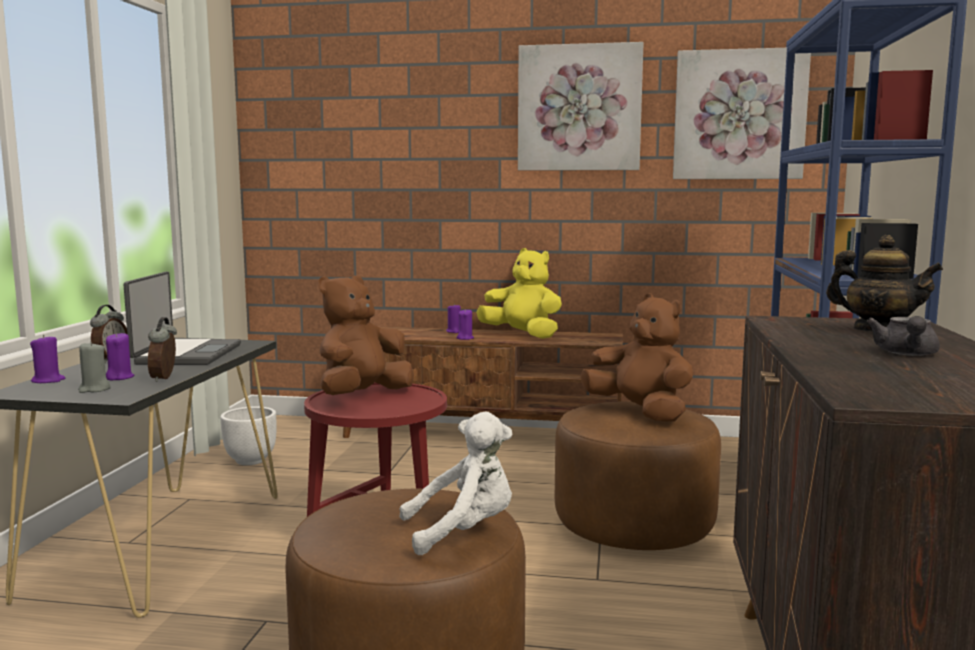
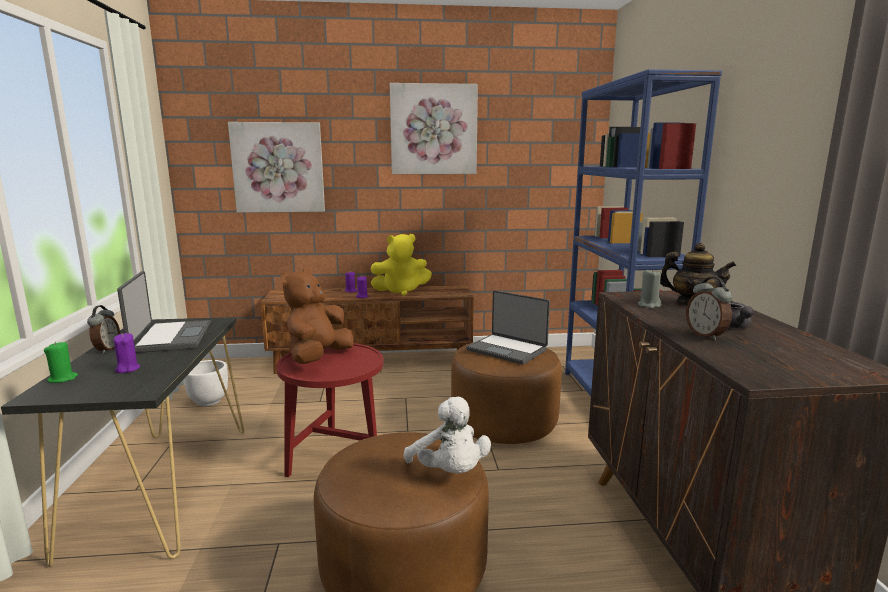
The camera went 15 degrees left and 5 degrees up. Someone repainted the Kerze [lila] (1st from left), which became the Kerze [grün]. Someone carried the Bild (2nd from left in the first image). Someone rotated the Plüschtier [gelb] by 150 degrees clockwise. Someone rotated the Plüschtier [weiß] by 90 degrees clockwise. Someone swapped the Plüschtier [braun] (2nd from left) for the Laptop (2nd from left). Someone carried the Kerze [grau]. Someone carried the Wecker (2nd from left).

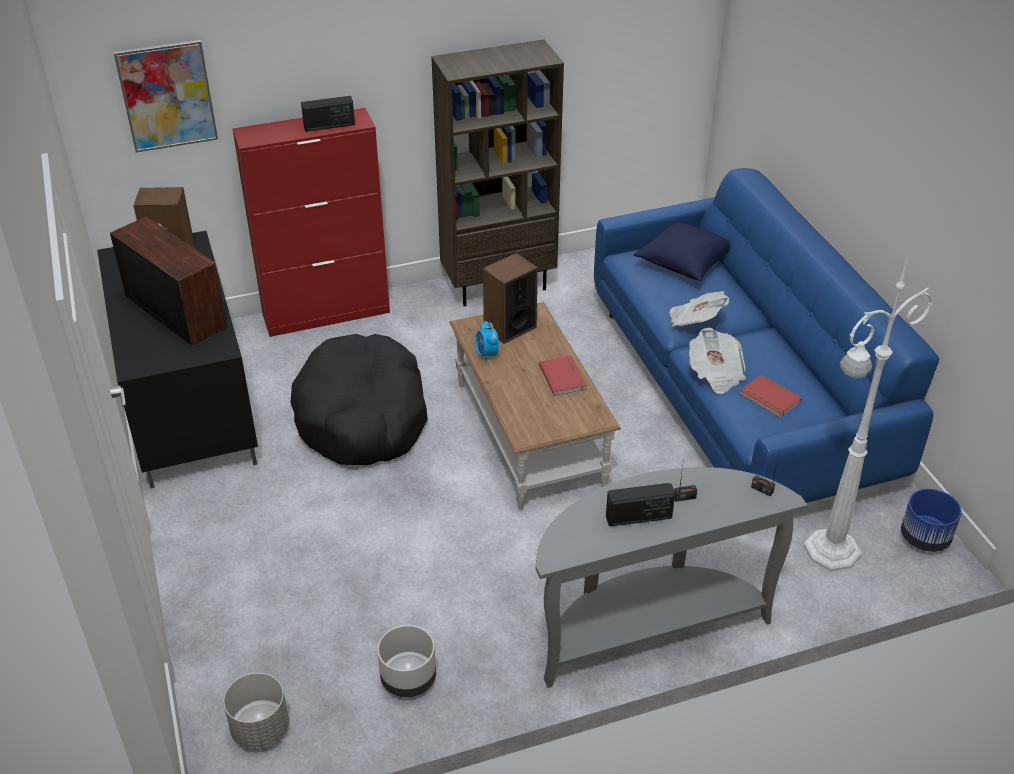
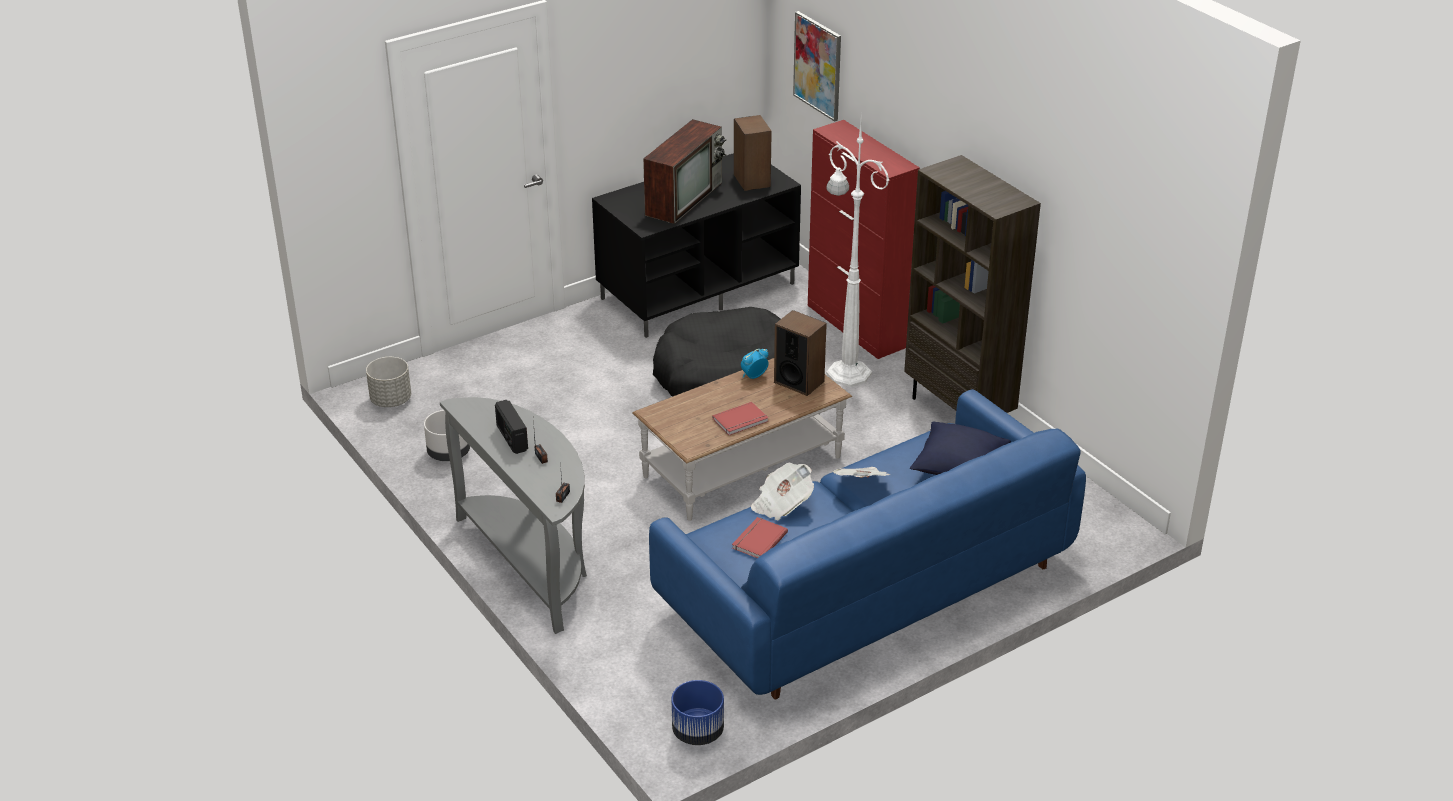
The camera went 75 degrees right and 5 degrees down. Someone carried the Stehlampe [weiß]. Someone took away the Radio (1st from left).

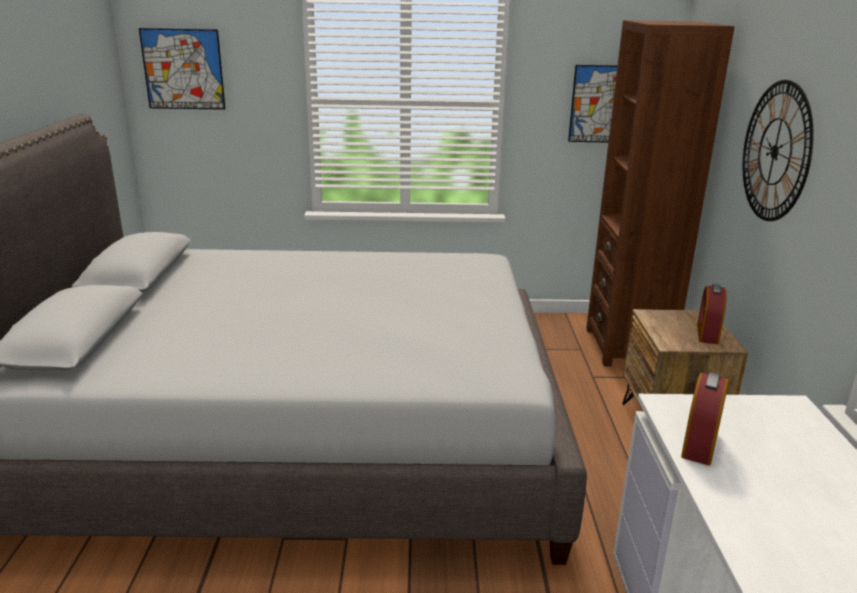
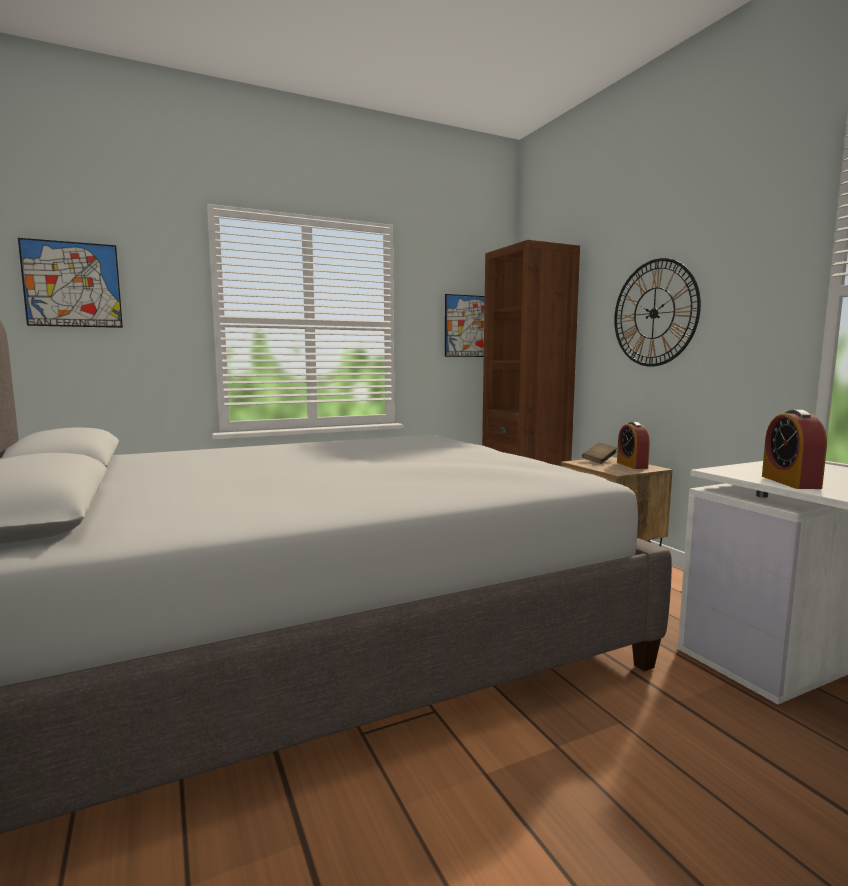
The camera went 25 degrees left and 15 degrees down. Someone put down the Buch [braun].

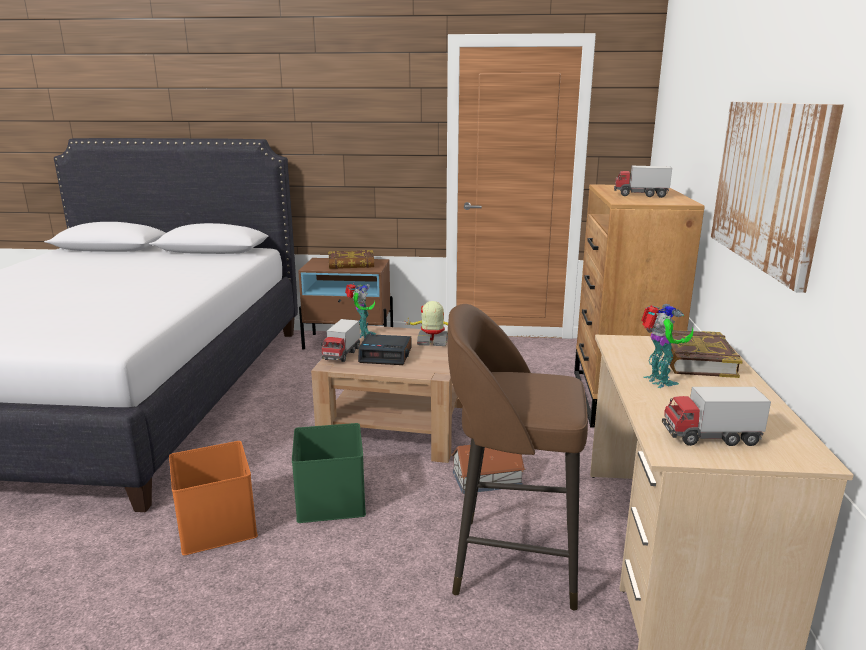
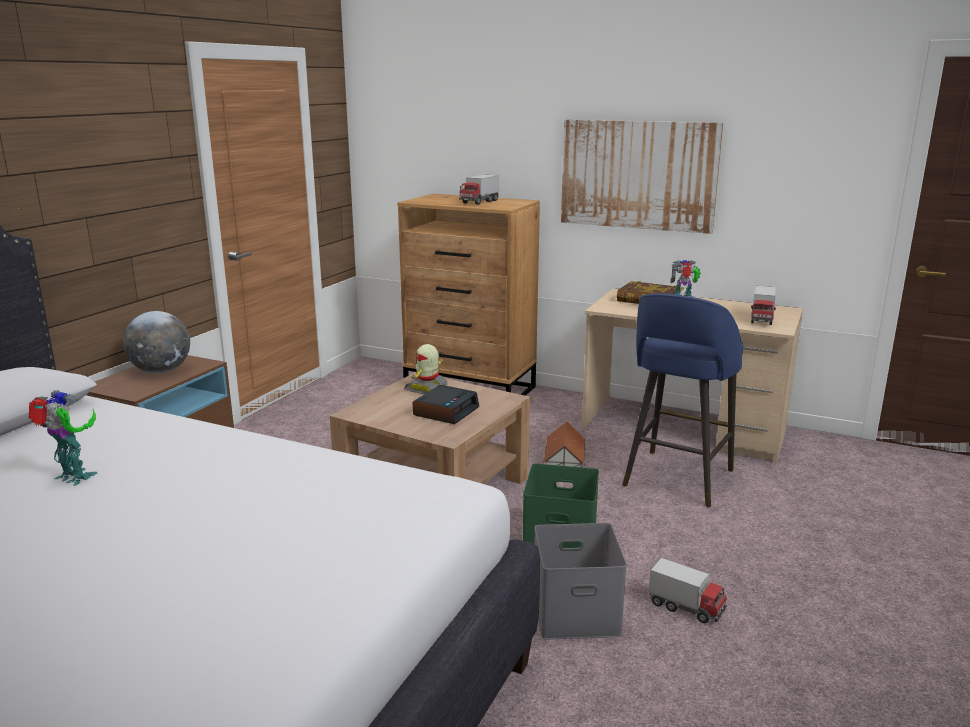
The camera went 70 degrees left and 0 degrees up. Someone carried the Spielzeugroboter (1st from left). Someone swapped the Buch (1st from left) for the Globus. Someone repainted the Aufbewahrungsbox [orange], which became the Aufbewahrungsbox [grau]. Someone repainted the Hocker [braun], which became the Hocker [blau]. Someone carried the Spielzeuglaster (1st from left in the first image).

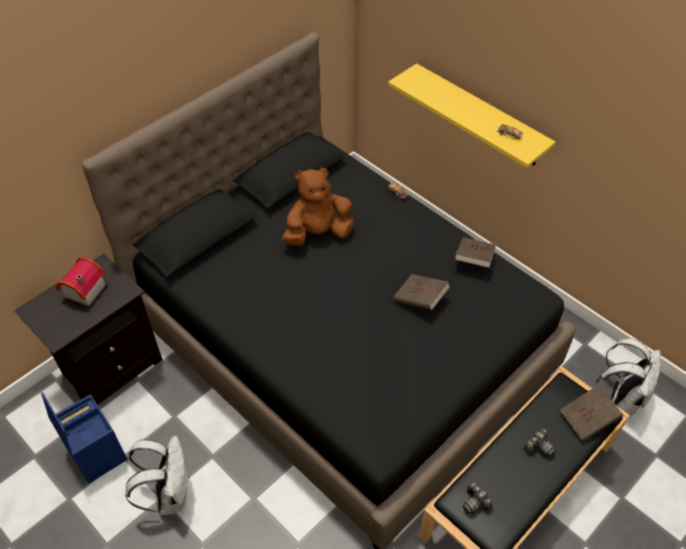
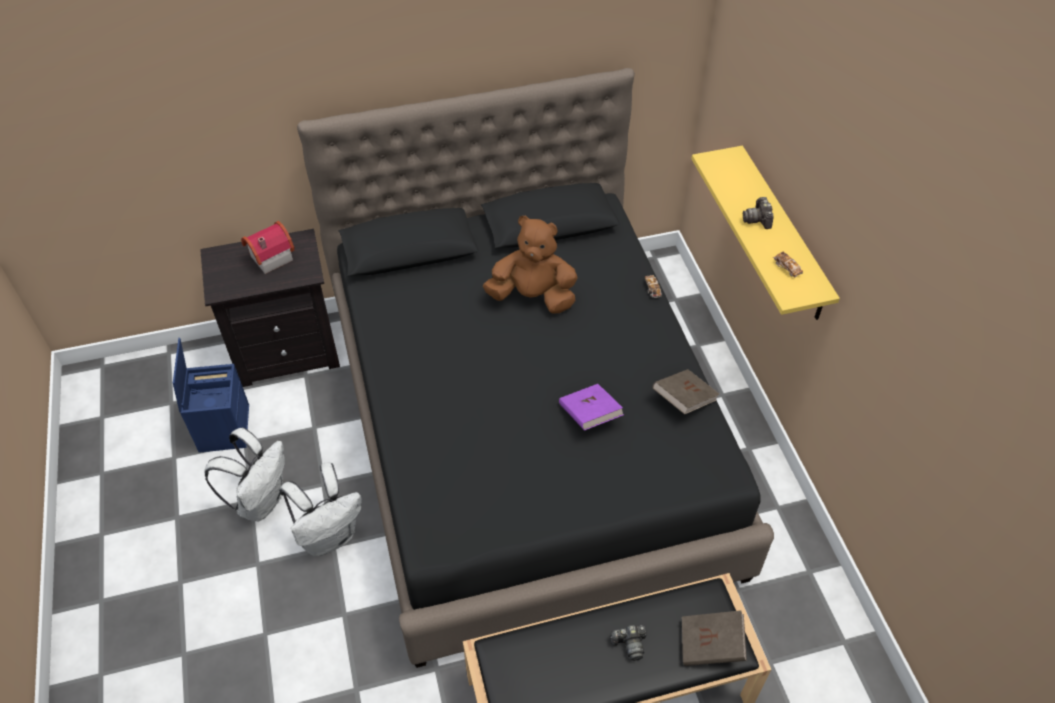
The camera went 30 degrees right and 0 degrees up. Someone carried the Rucksack [weiß] (2nd from left). Someone repainted the Buch [braun] (1st from left), which became the Buch [lila]. Someone carried the Kamera (1st from left in the first image).

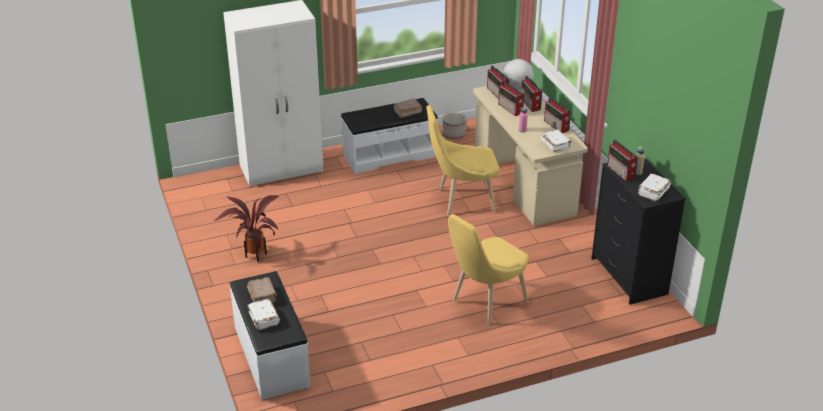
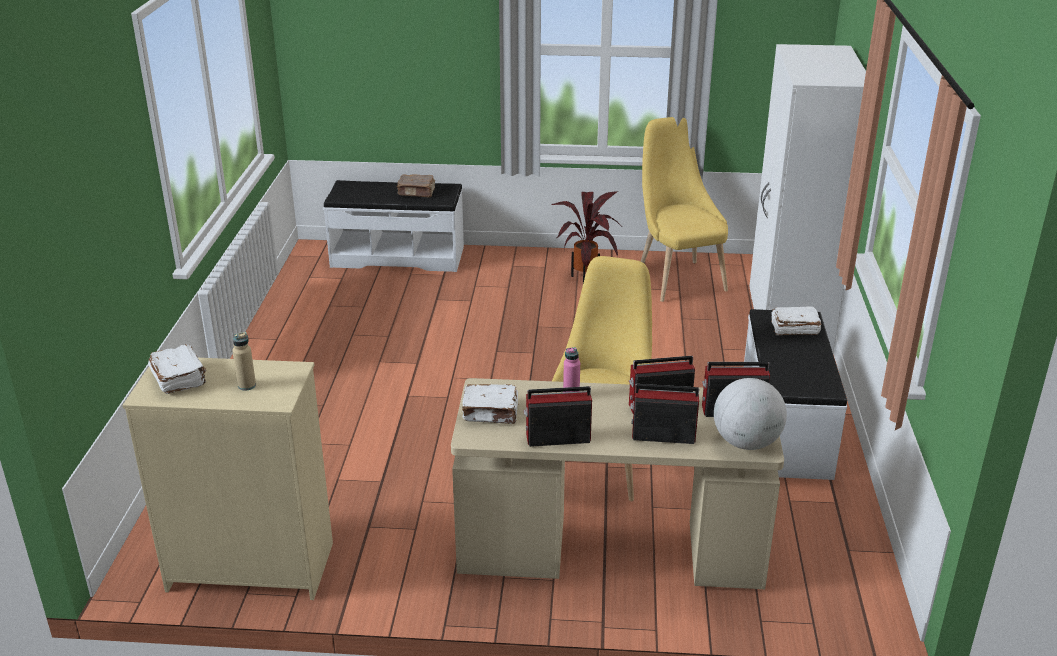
The camera went 115 degrees right and 5 degrees down. Someone repainted the Kommode [schwarz], which became the Kommode [beige]. Someone carried the Stuhl [gelb] (2nd from left). Someone carried the Buch [weiß] (1st from left in the first image). Someone took away the Buch [braun] (2nd from left). Someone took away the Pflanzkübel. Someone took away the Radio (5th from left).

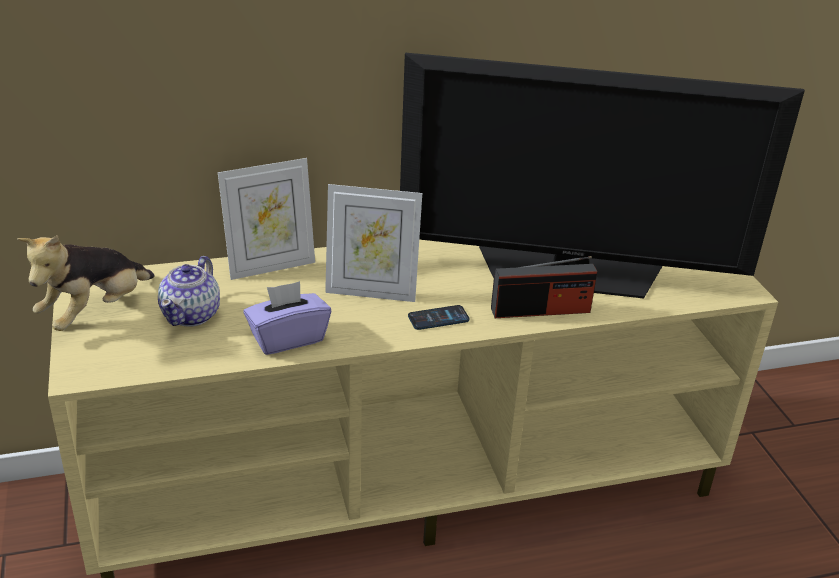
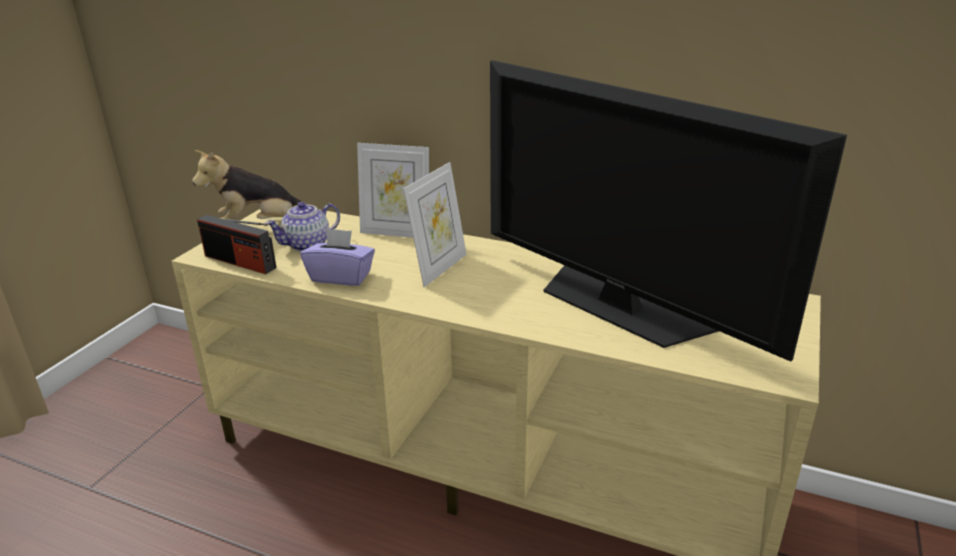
The camera went 40 degrees right and 5 degrees down. Someone carried the Radio. Someone rotated the Bilderrahmen (2nd from left) by 105 degrees counterclockwise. Someone took away the Handy.

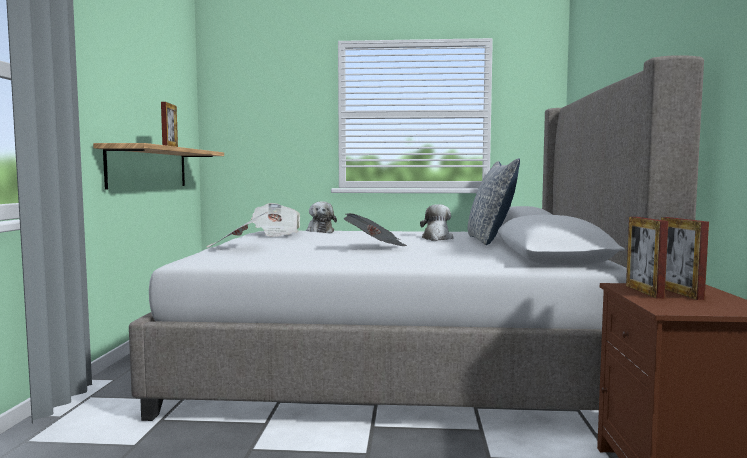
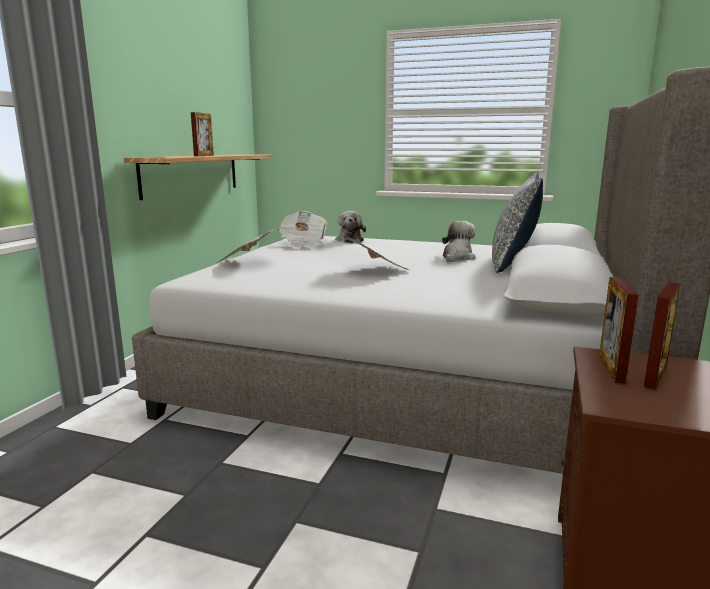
The camera went 15 degrees right and 10 degrees up. Someone rotated the Bilderrahmen (3rd from left) by 150 degrees counterclockwise.

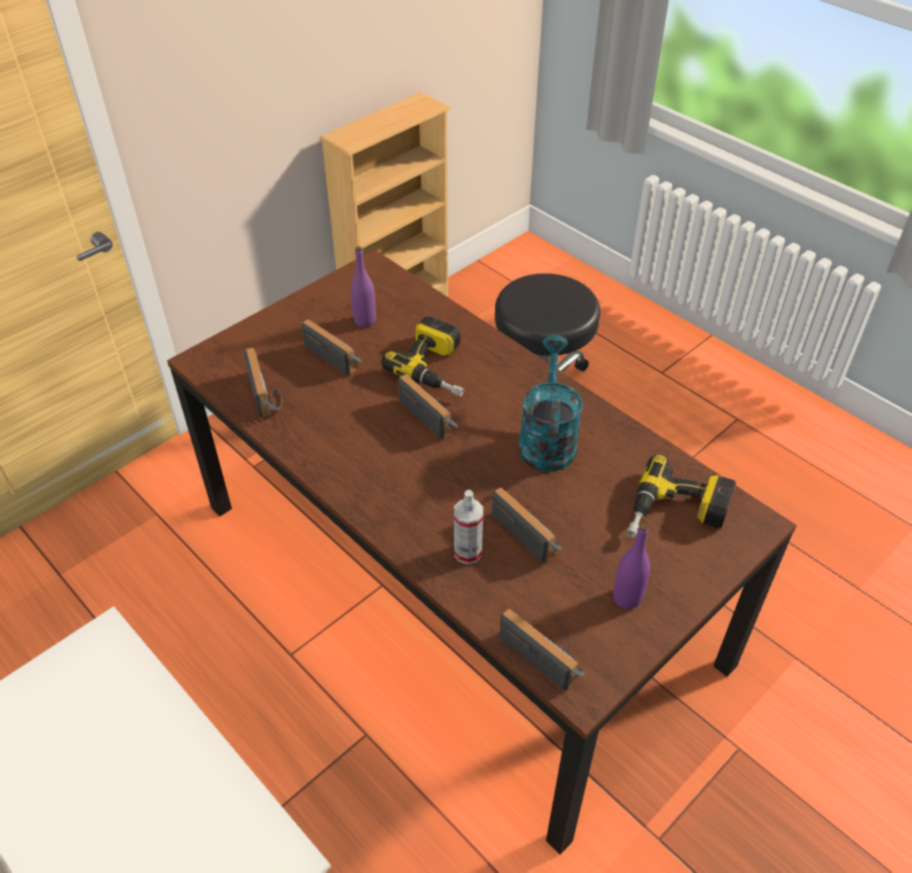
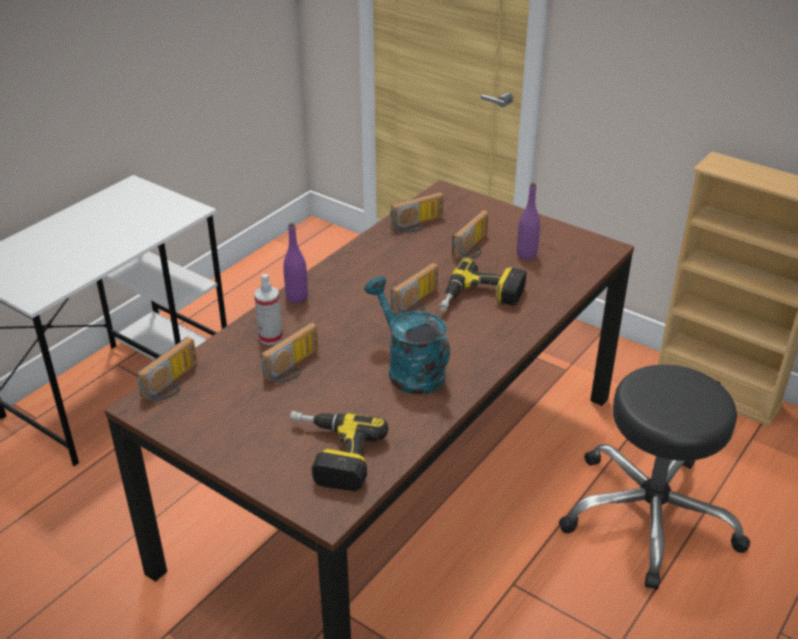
The camera went 80 degrees right and 10 degrees down. Someone carried the Flasche [lila] (2nd from left in the first image). Someone rotated the Gießkanne [türkis] by 120 degrees counterclockwise.

